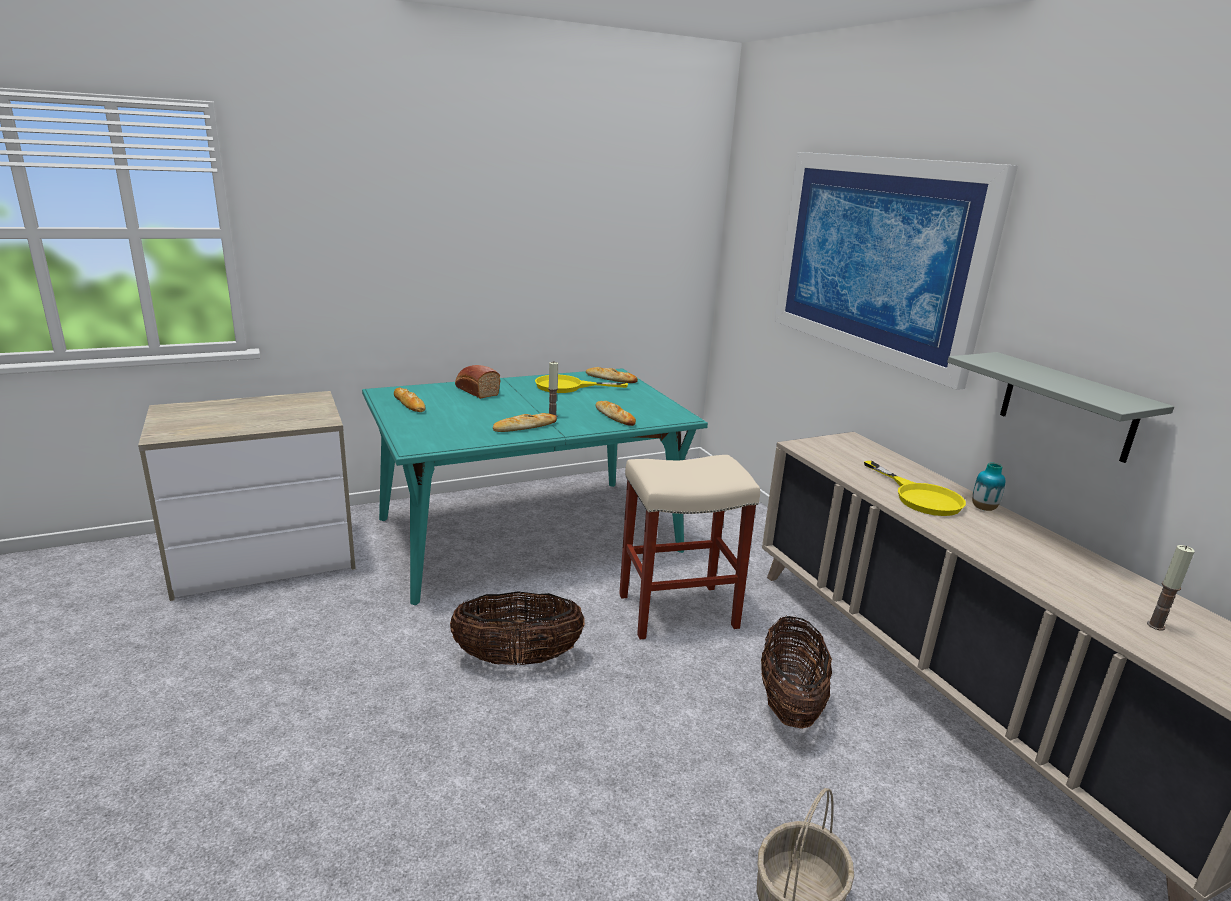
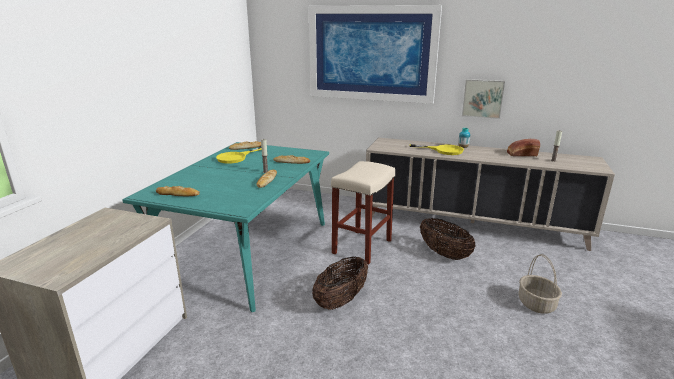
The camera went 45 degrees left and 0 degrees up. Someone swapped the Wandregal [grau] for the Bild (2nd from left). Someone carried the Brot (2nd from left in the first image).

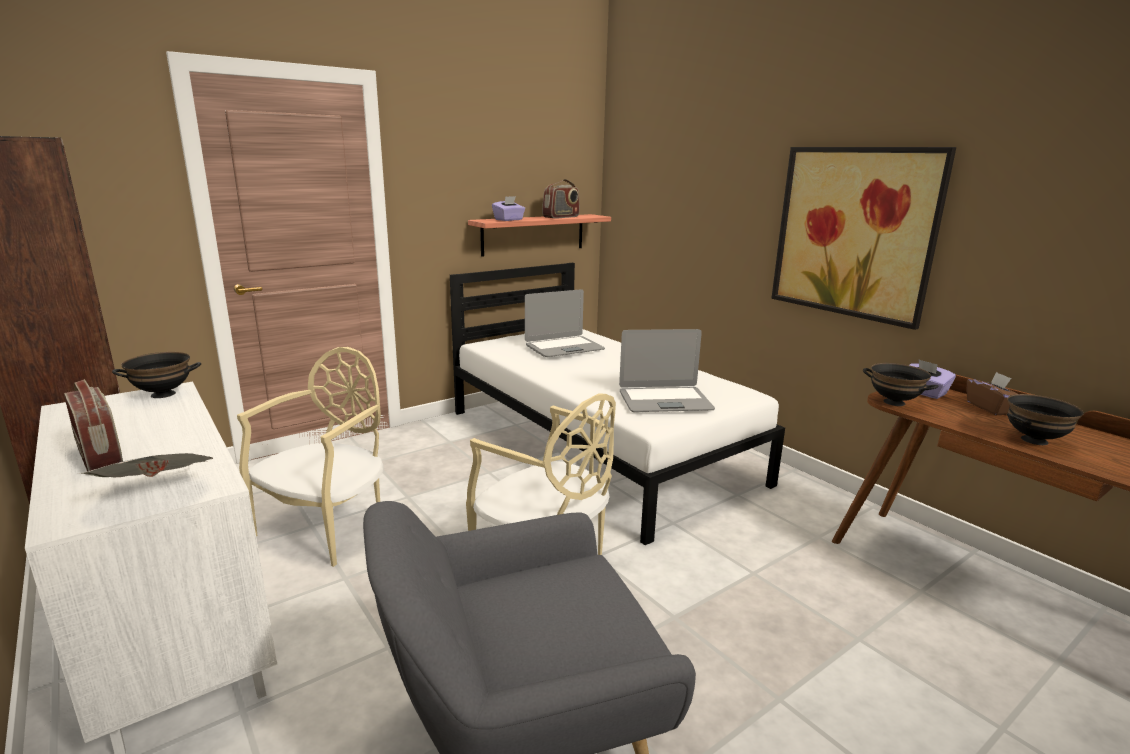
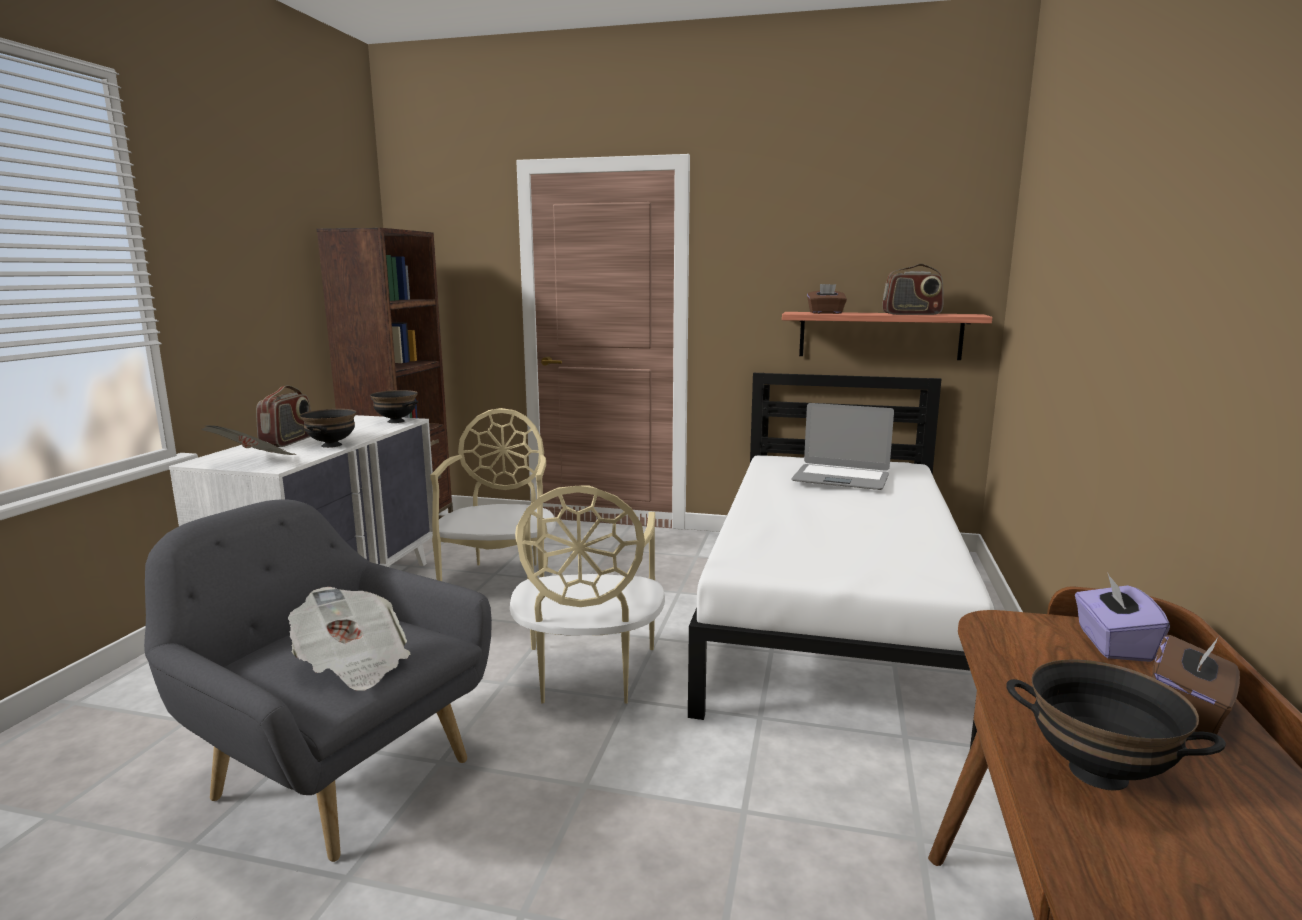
The camera went 50 degrees right and 5 degrees down. Someone put down the Zeitung (2nd from left). Someone carried the Schüssel [schwarz] (2nd from left in the first image). Someone rotated the Stuhl [beige] (1st from left) by 75 degrees counterclockwise. Someone repainted the Taschentuchbox [lila] (1st from left), which became the Taschentuchbox [braun] (1st from left). Someone took away the Laptop (2nd from left). Someone took away the Bild.

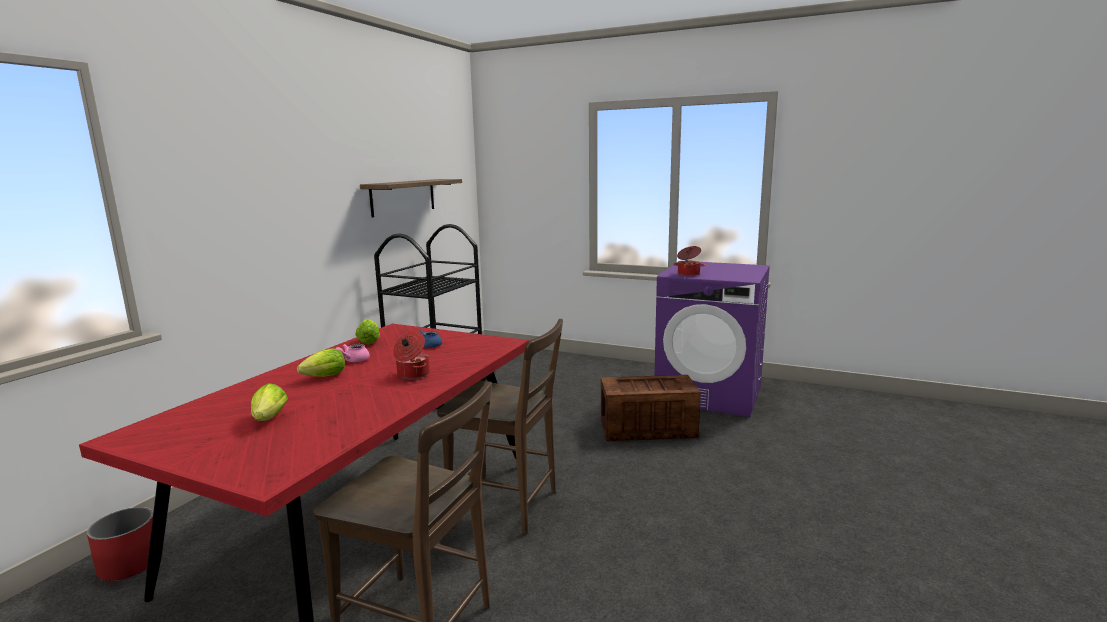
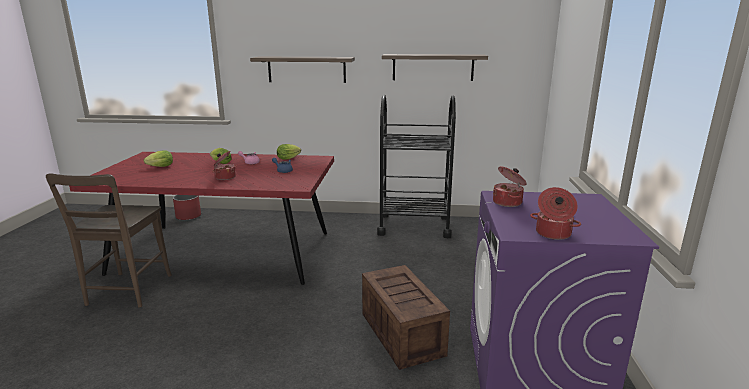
The camera went 70 degrees right and 5 degrees up. Someone put up the Wandregal (1st from left). Someone put down the Kochtopf (3rd from left). Someone took away the Stuhl [braun] (2nd from left).

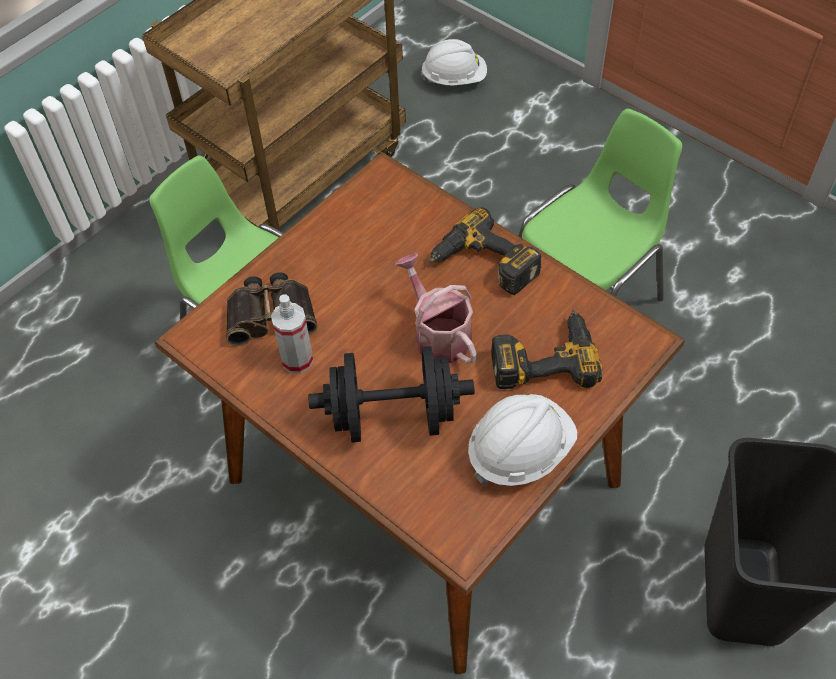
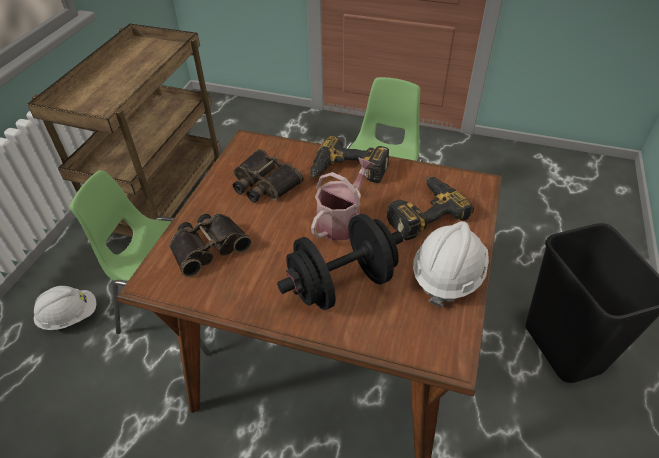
The camera went 25 degrees left and 10 degrees down. Someone carried the Schutzhelm [weiß] (1st from left). Someone put down the Fernglas (2nd from left). Someone rotated the Gießkanne by 90 degrees clockwise. Someone took away the Sprühflasche.

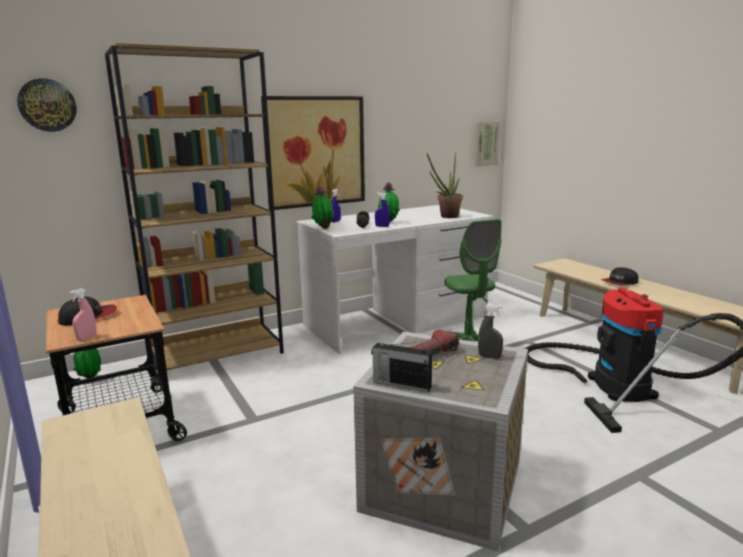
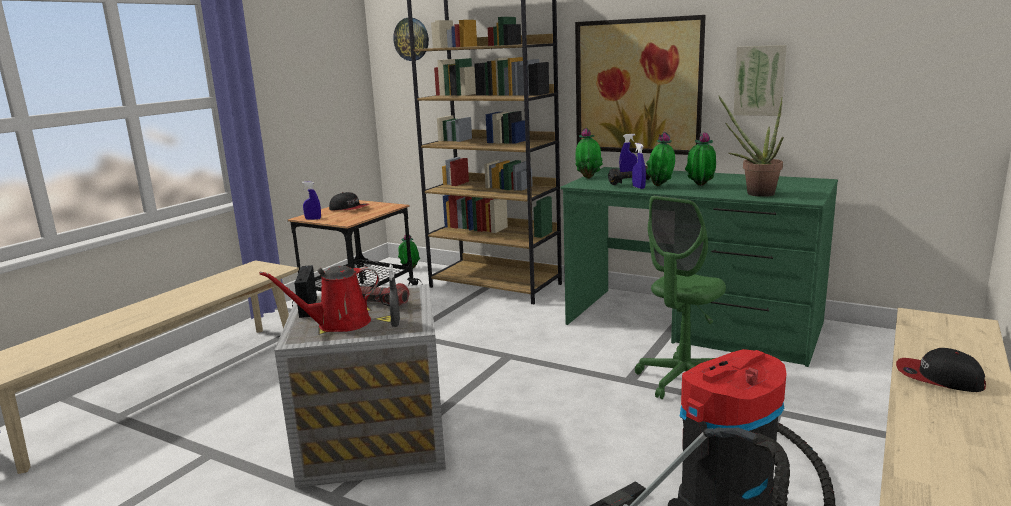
The camera went 60 degrees right and 0 degrees up. Someone put down the Gießkanne [rot]. Someone repainted the Sprühflasche [rosa], which became the Sprühflasche [blau] (1st from left). Someone repainted the Schreibtisch [weiß], which became the Schreibtisch [grün]. Someone put down the Topfpflanze (4th from left). Someone carried the Bild (2nd from left).

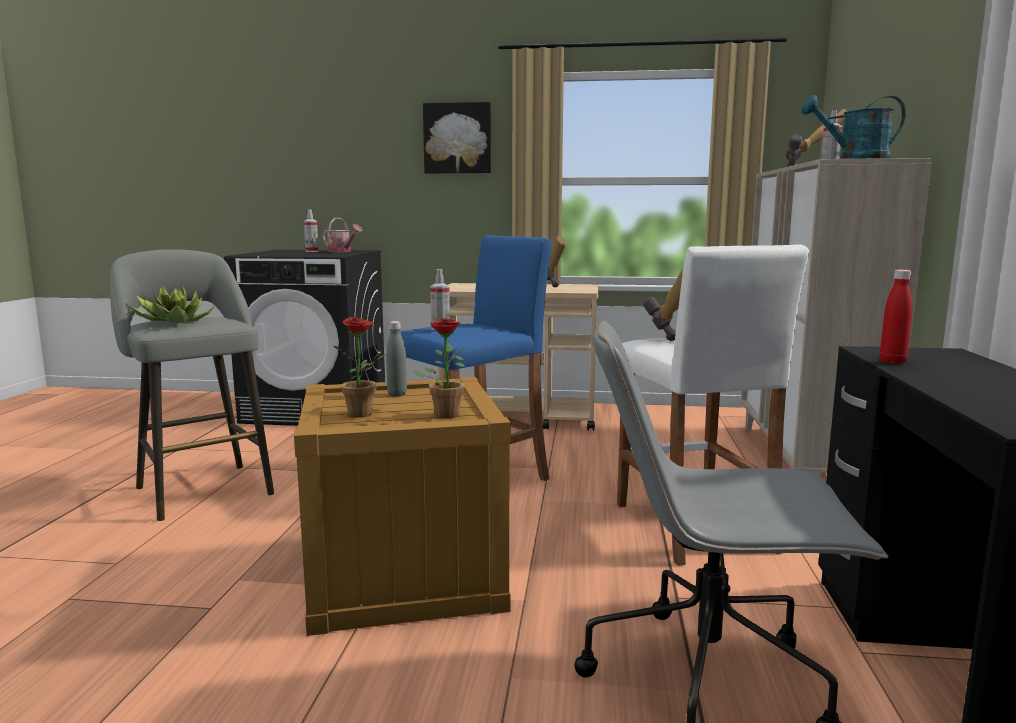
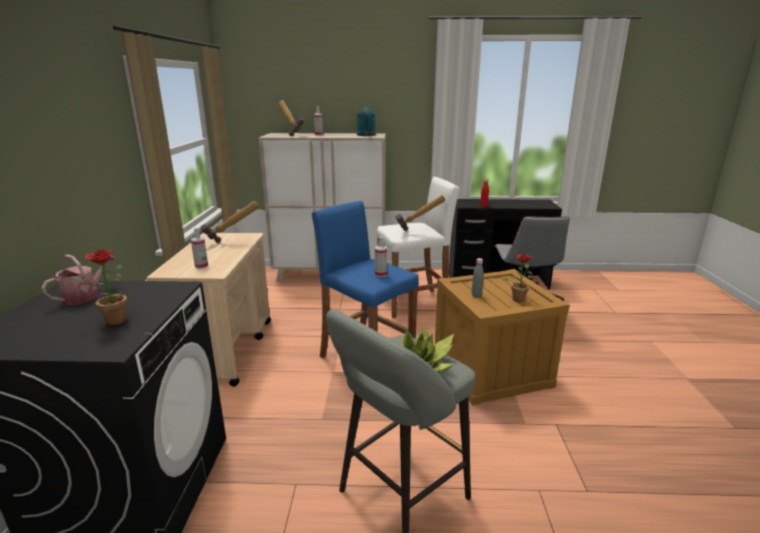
The camera went 95 degrees left and 10 degrees up. Someone carried the Topfpflanze (3rd from left in the first image). Someone carried the Sprühflasche (1st from left). Someone took away the Bild.

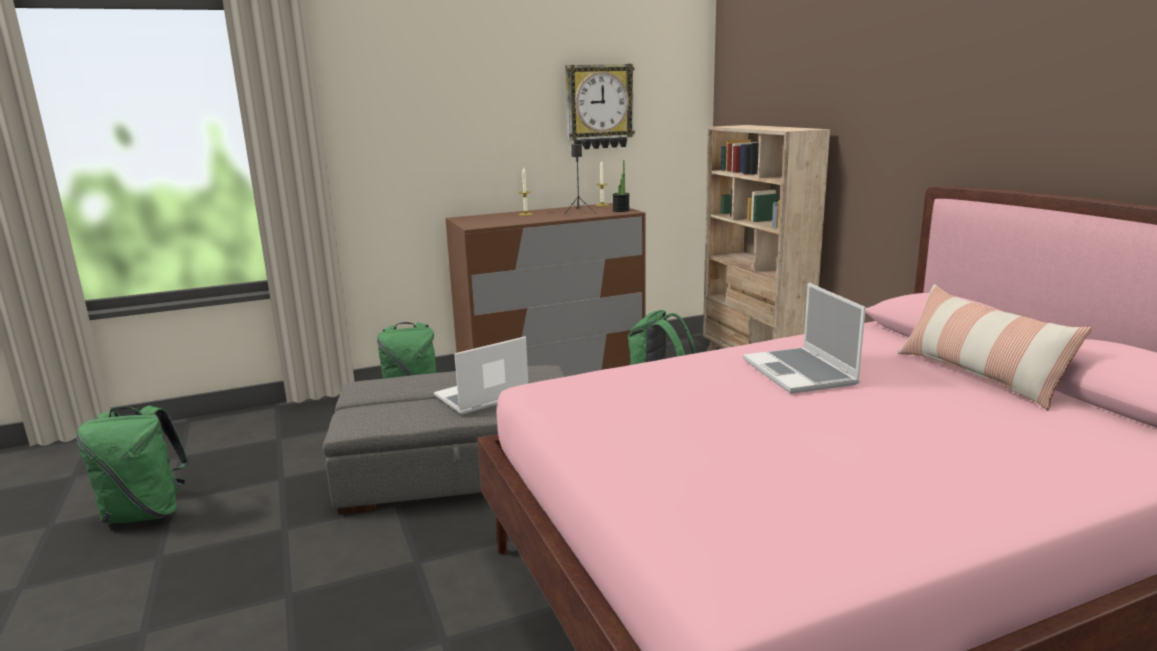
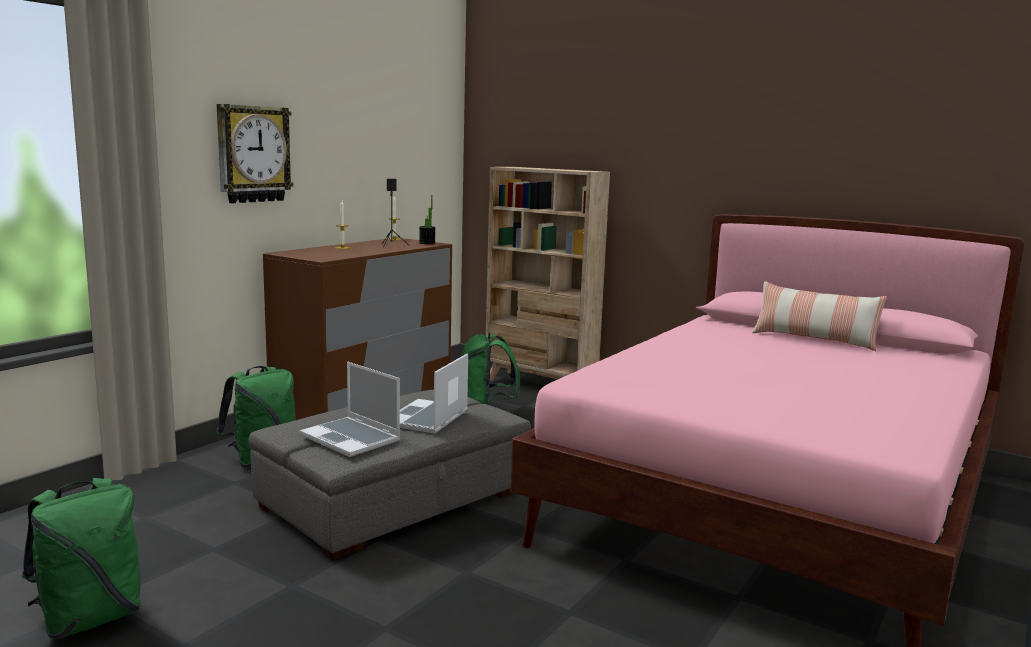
The camera went 35 degrees left and 5 degrees down. Someone carried the Wanduhr. Someone carried the Laptop (2nd from left in the first image).

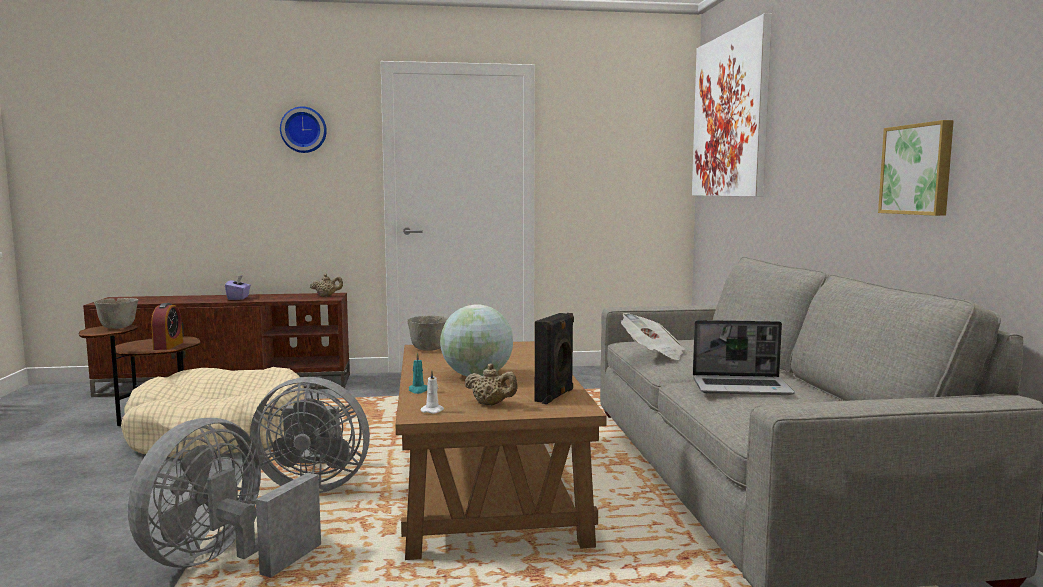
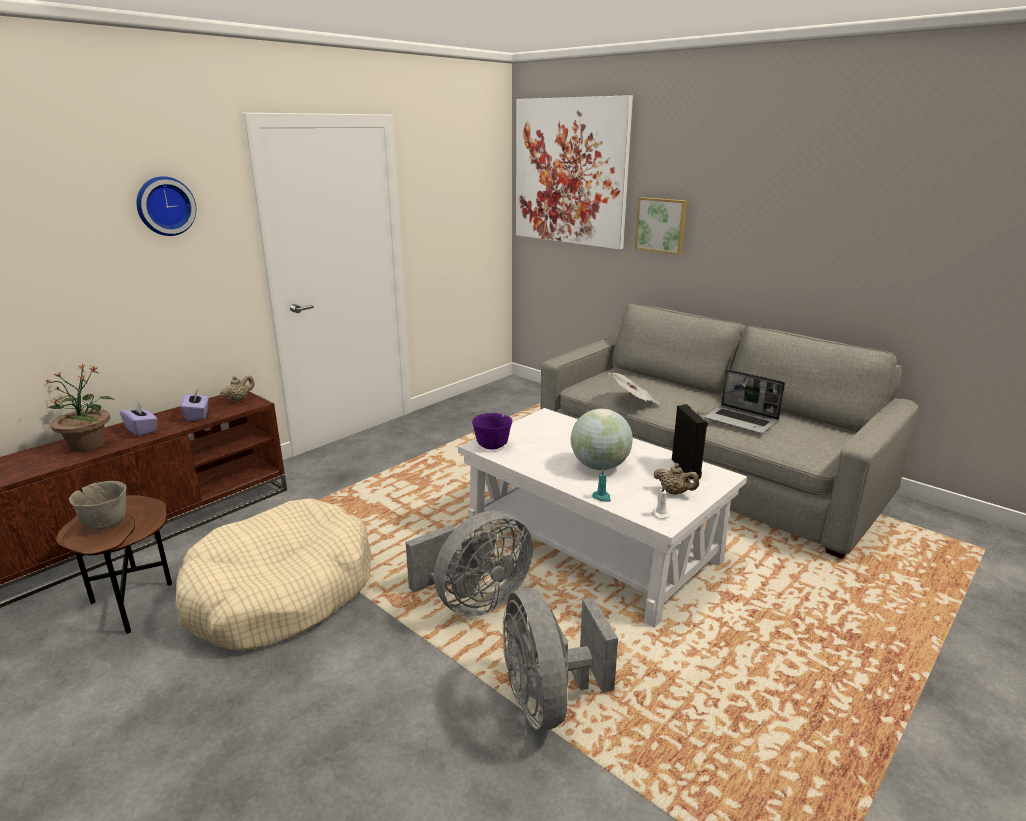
The camera went 40 degrees left and 15 degrees up. Someone put down the Topfpflanze. Someone put down the Taschentuchbox [lila] (2nd from left). Someone repainted the Couchtisch [braun], which became the Couchtisch [weiß]. Someone repainted the Schüssel [grau] (2nd from left), which became the Schüssel [lila]. Someone carried the Bild (2nd from left). Someone rotated the Teekanne [beige] (2nd from left) by 45 degrees clockwise. Someone rotated the Laptop by 75 degrees clockwise. Someone took away the Wecker.

